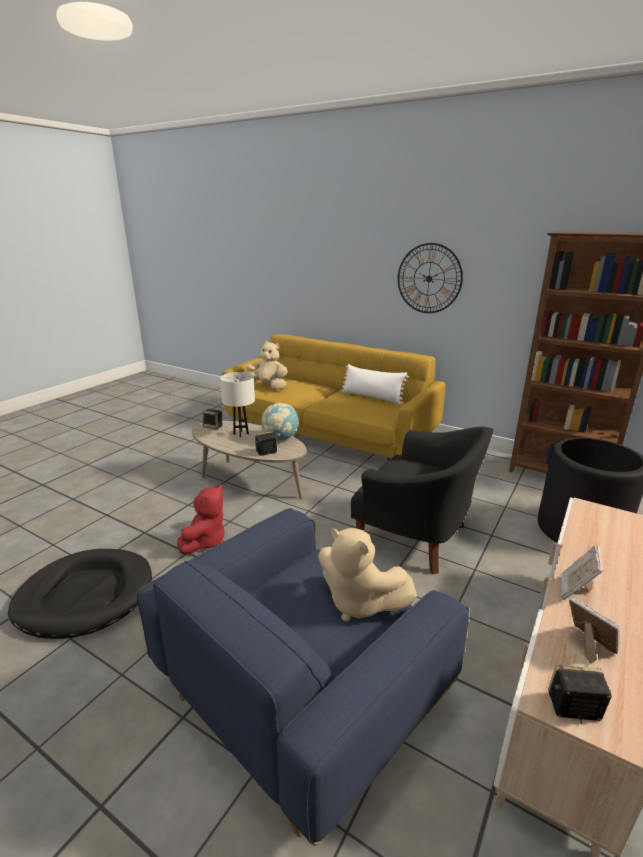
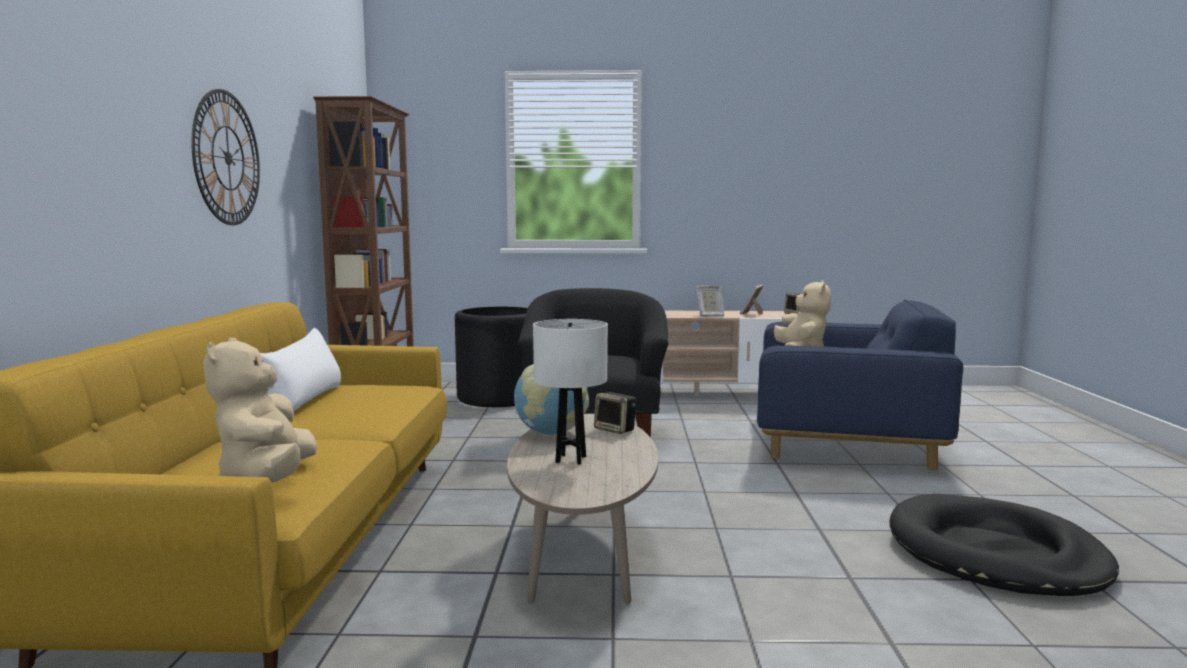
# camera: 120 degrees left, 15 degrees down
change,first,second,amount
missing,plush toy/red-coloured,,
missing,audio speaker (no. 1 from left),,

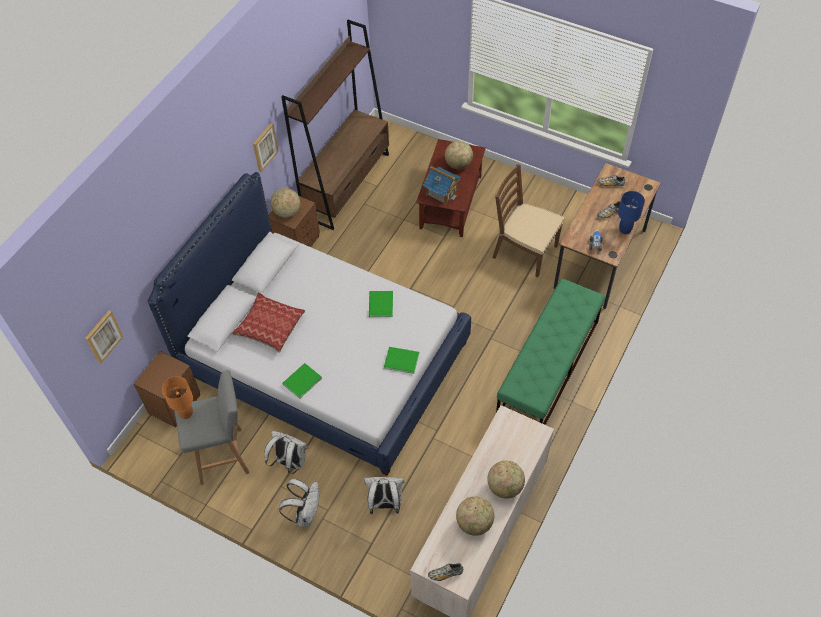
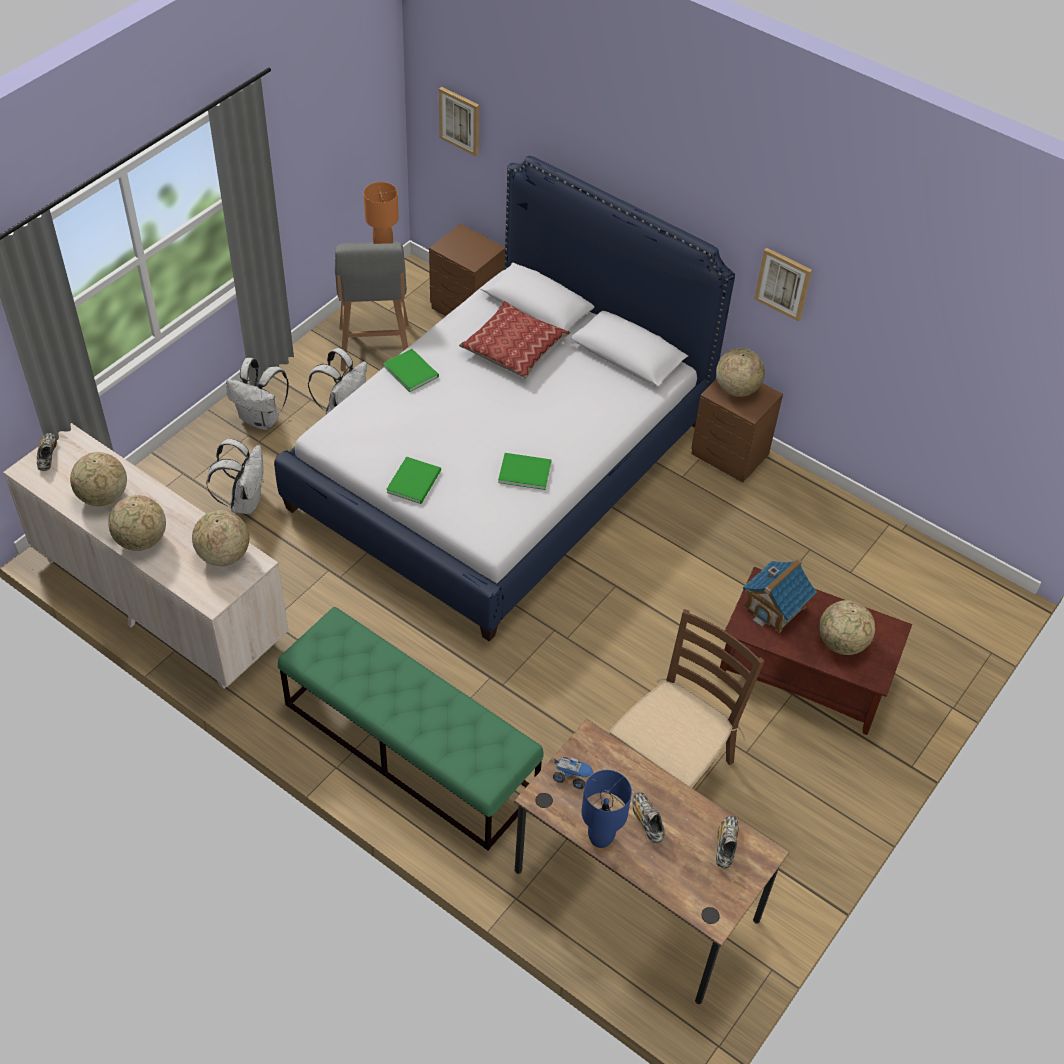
# camera: 95 degrees right, 5 degrees down
change,first,second,amount
missing,shelving unit/brownish,,
appeared,,desk globe (no. 3 from left),

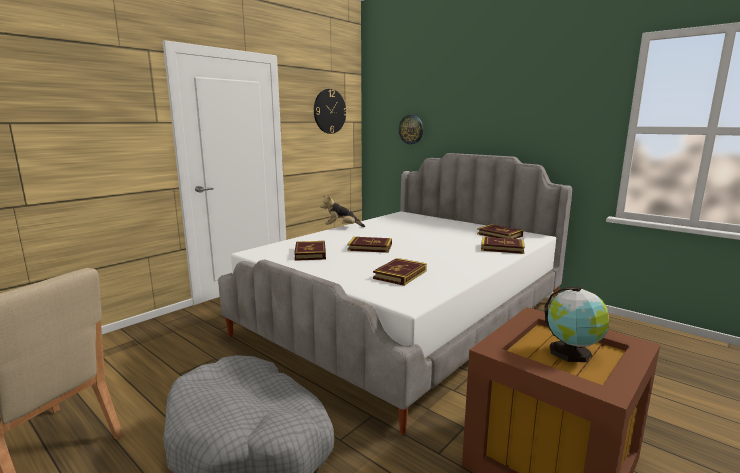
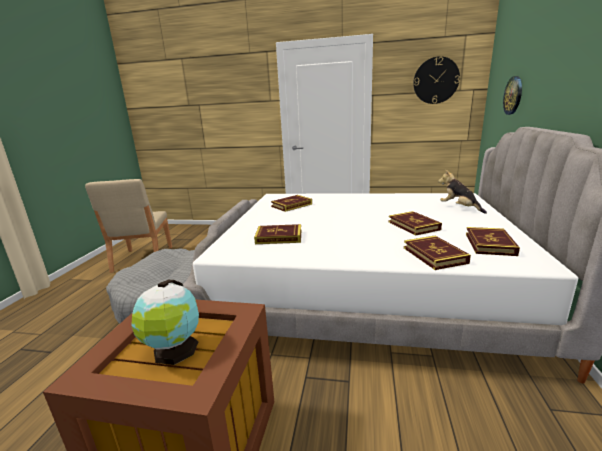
# camera: 60 degrees right, 5 degrees up
change,first,second,amount
relocated,plush toy,,
relocated,bound book (no. 2 from left in the first image),bound book (no. 3 from left),

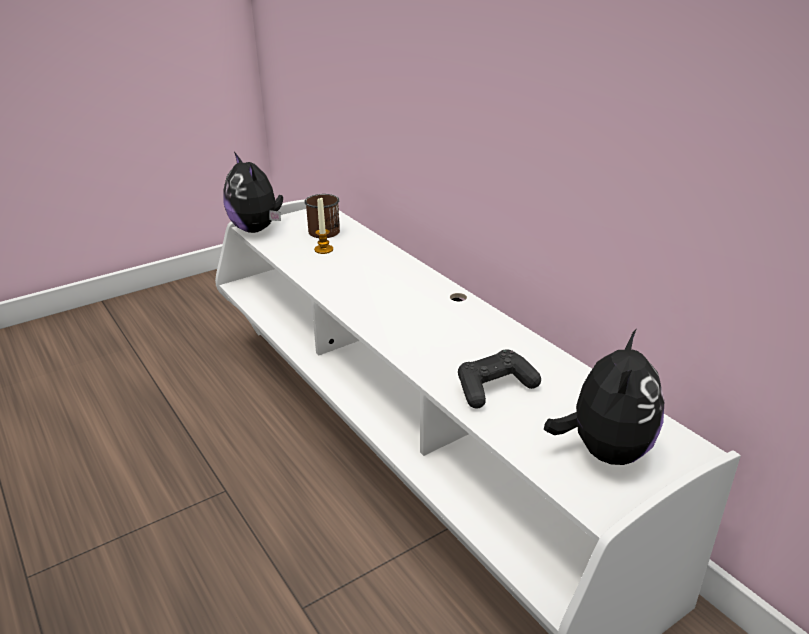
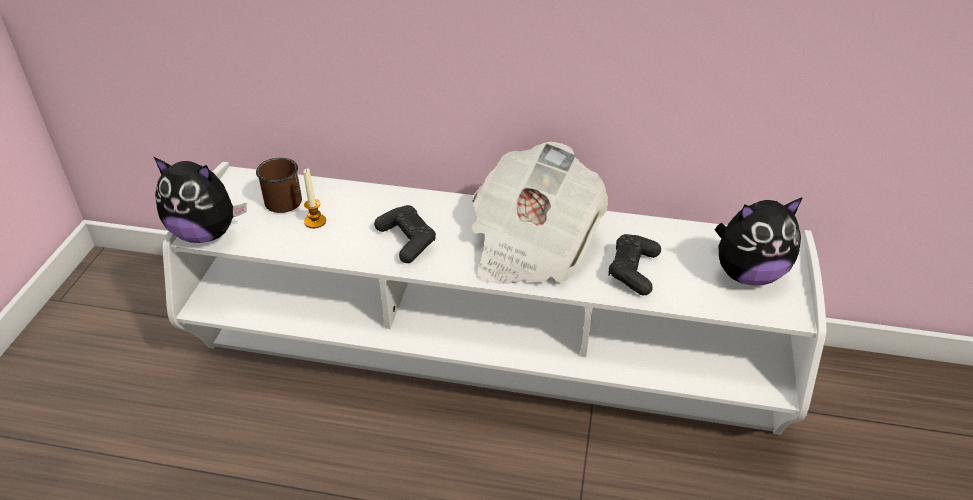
# camera: 45 degrees left, 10 degrees up
change,first,second,amount
appeared,,game controller/black-coloured (no. 1 from left),
appeared,,newspaper,
spun,plush toy (no. 2 from left),,105 degrees clockwise

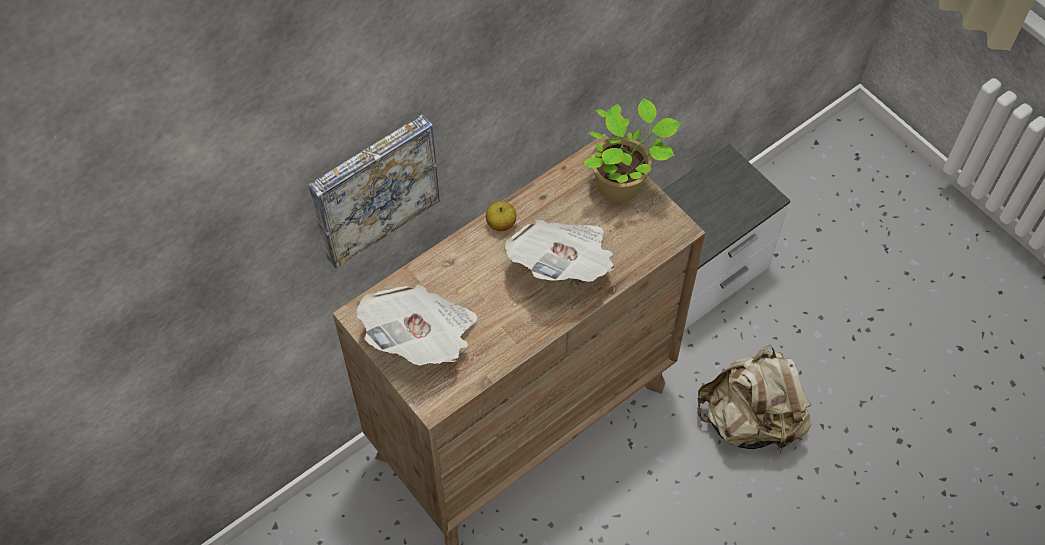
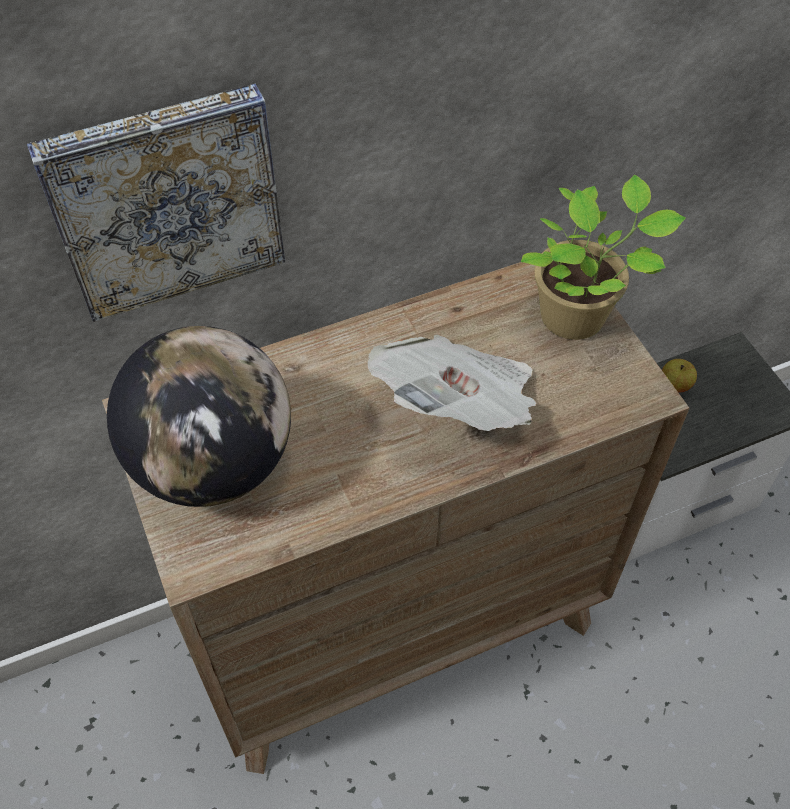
# camera: 15 degrees right, 5 degrees down
change,first,second,amount
missing,knapsack/sand-coloured,,
relocated,whole apple,,
exchanged,newspaper (no. 1 from left),desk globe,

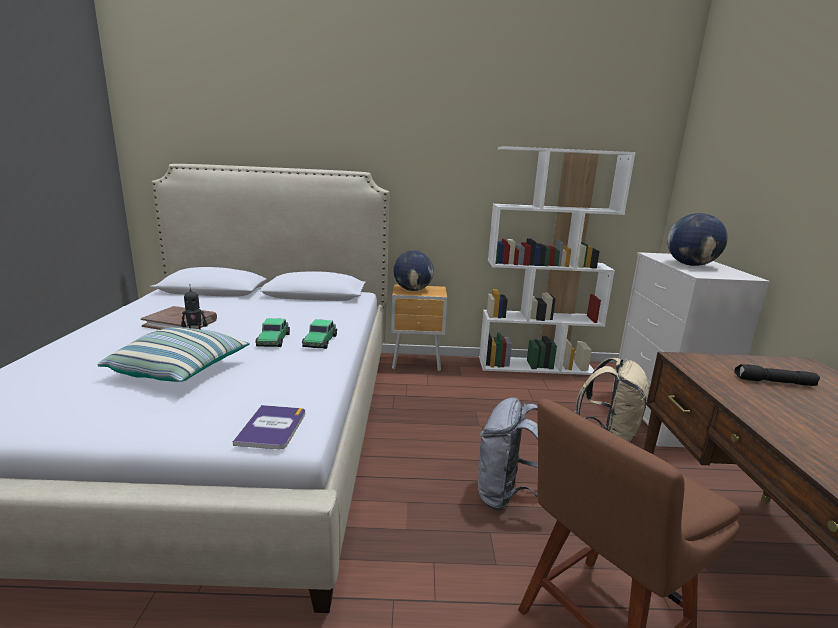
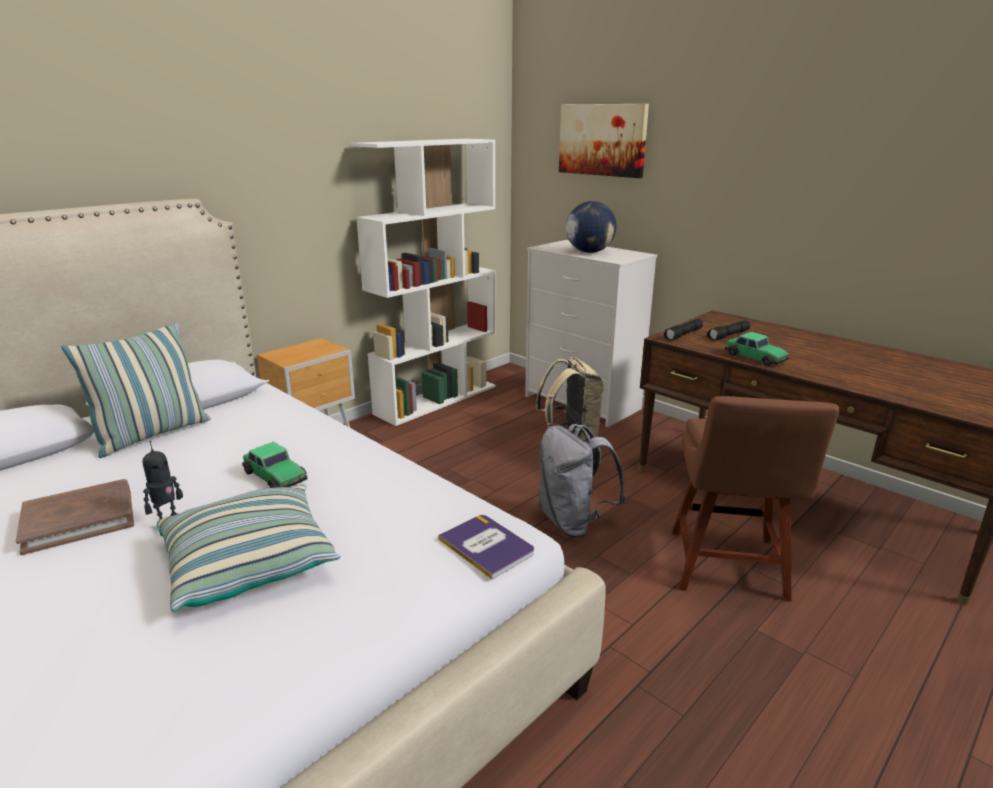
# camera: 45 degrees left, 5 degrees up
change,first,second,amount
missing,desk globe (no. 1 from left),,
appeared,,pillow (no. 1 from left),
appeared,,picture,
appeared,,hand torch/black-coloured (no. 1 from left),
relocated,model car (no. 2 from left),,

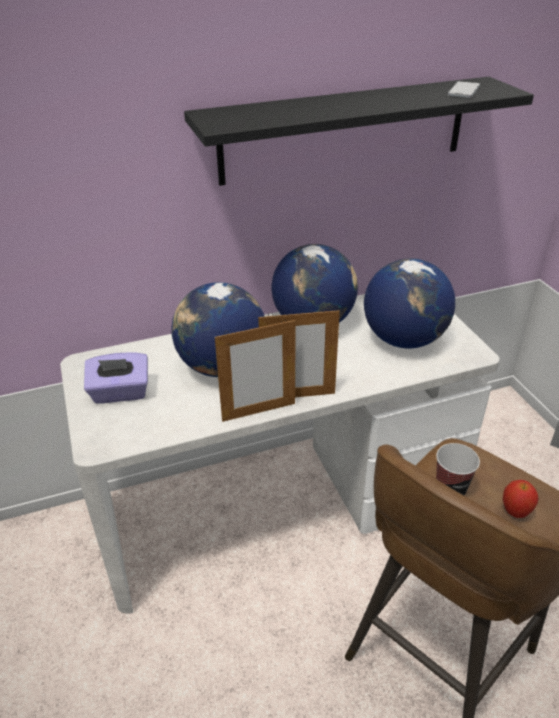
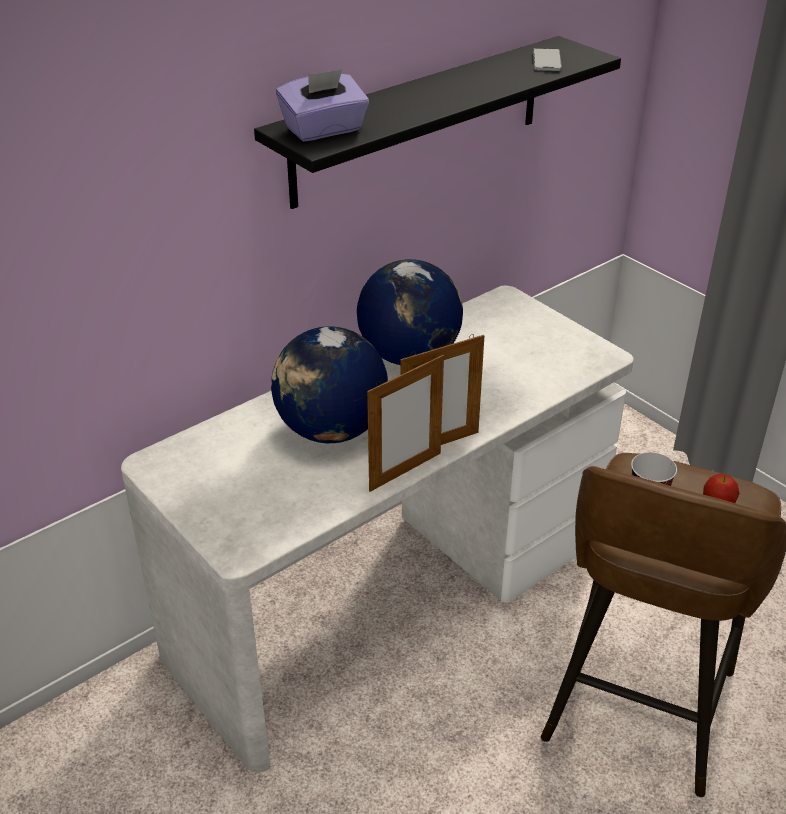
# camera: 20 degrees left, 0 degrees up
change,first,second,amount
missing,desk globe (no. 3 from left),,
relocated,tissue box/purplish,,

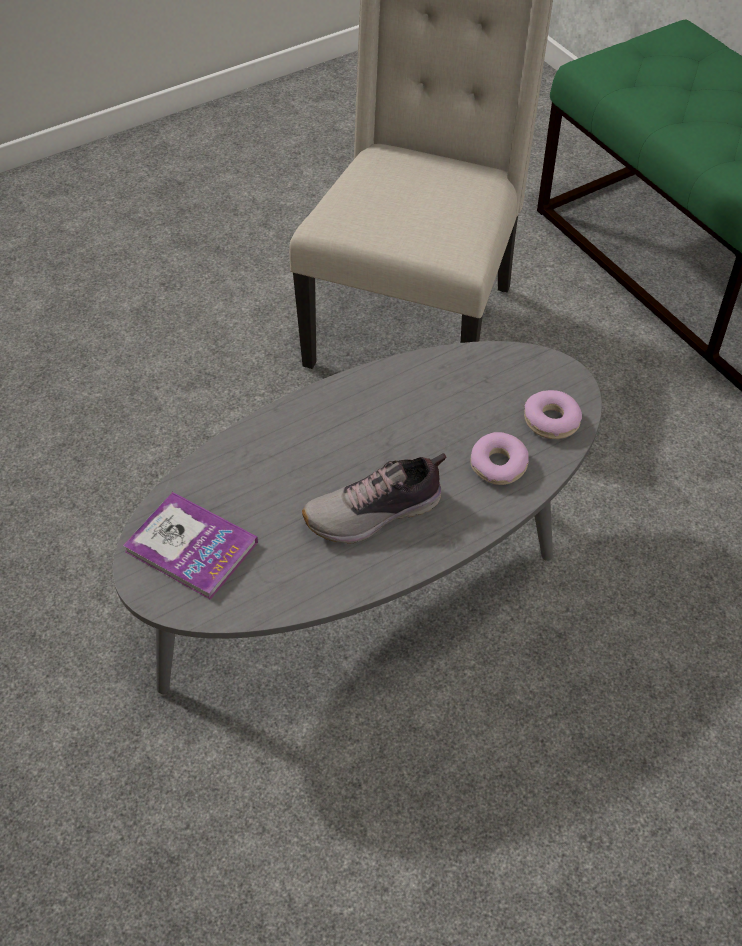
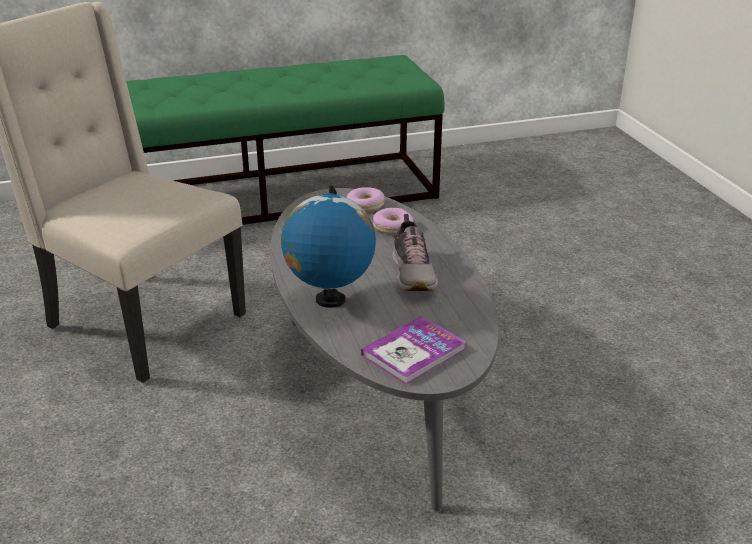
# camera: 75 degrees left, 20 degrees down
change,first,second,amount
appeared,,desk globe,

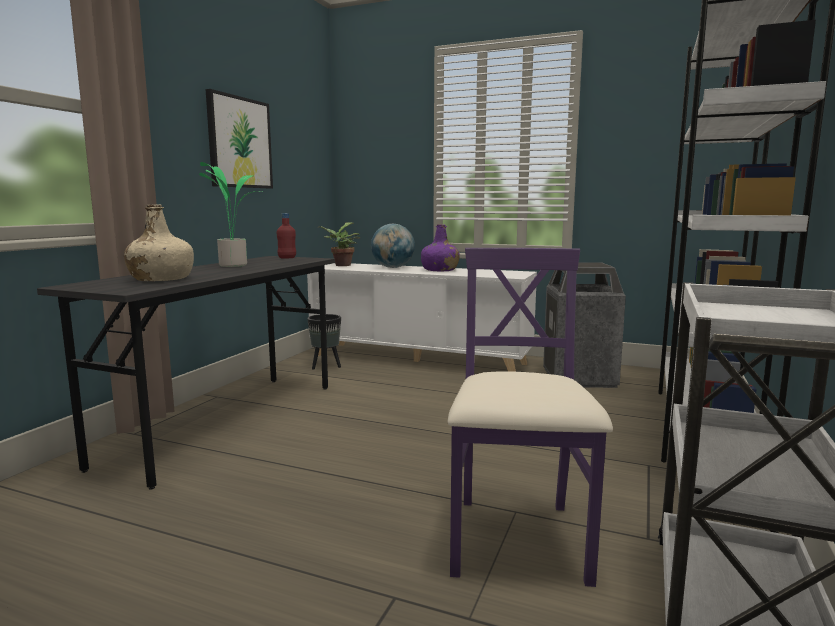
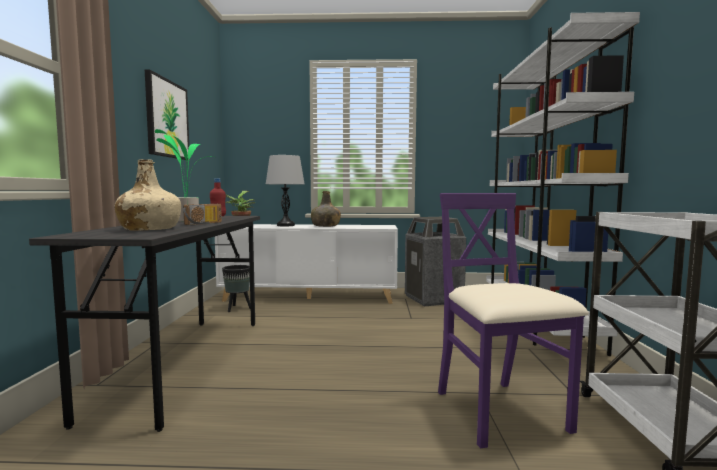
# camera: 20 degrees left, 5 degrees down
change,first,second,amount
appeared,,radio receiver,
exchanged,desk globe,tabletop lamp/gray,
colour,beverage bottle/purplish,beverage bottle/greenish,

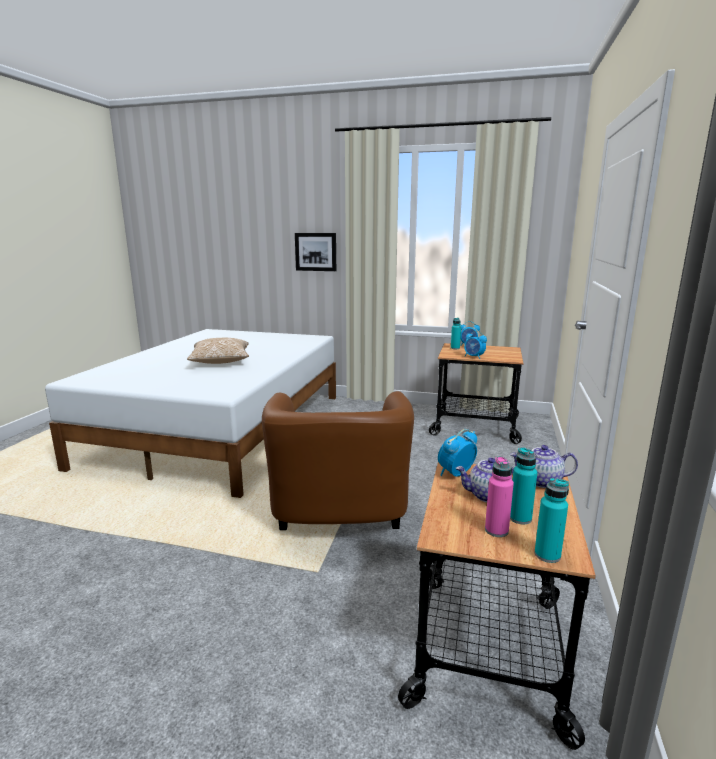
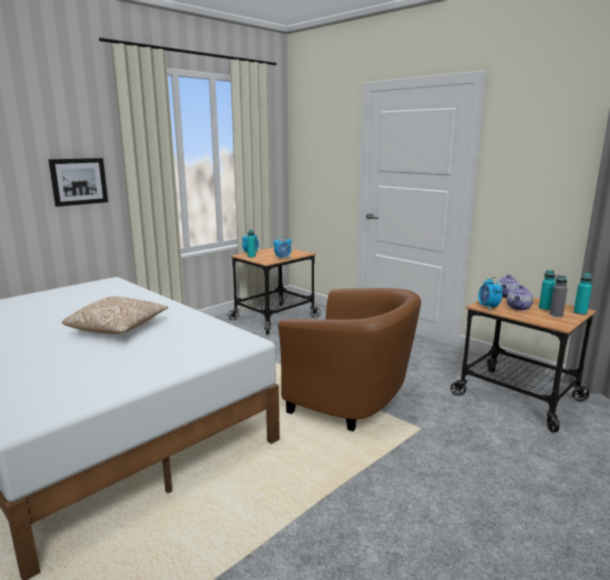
# camera: 60 degrees left, 0 degrees up
change,first,second,amount
colour,beverage bottle/pink,beverage bottle/gray,

